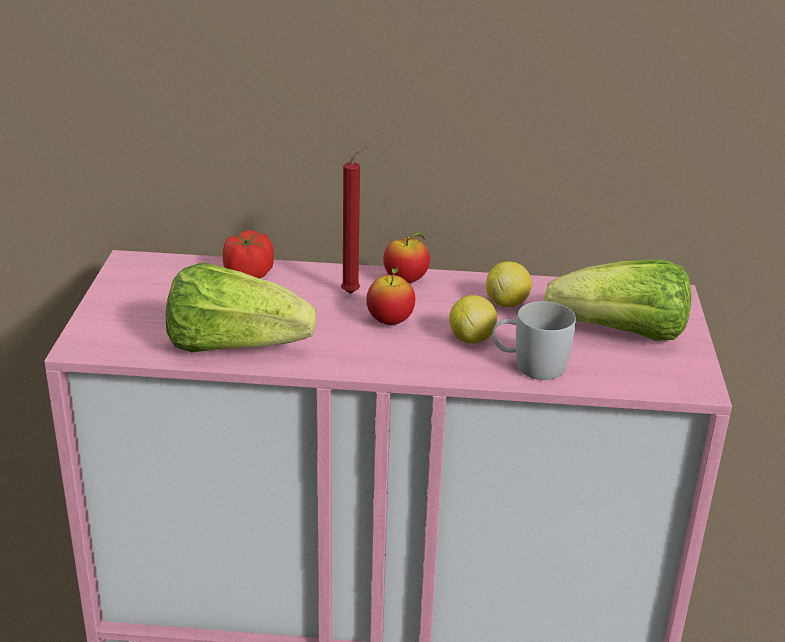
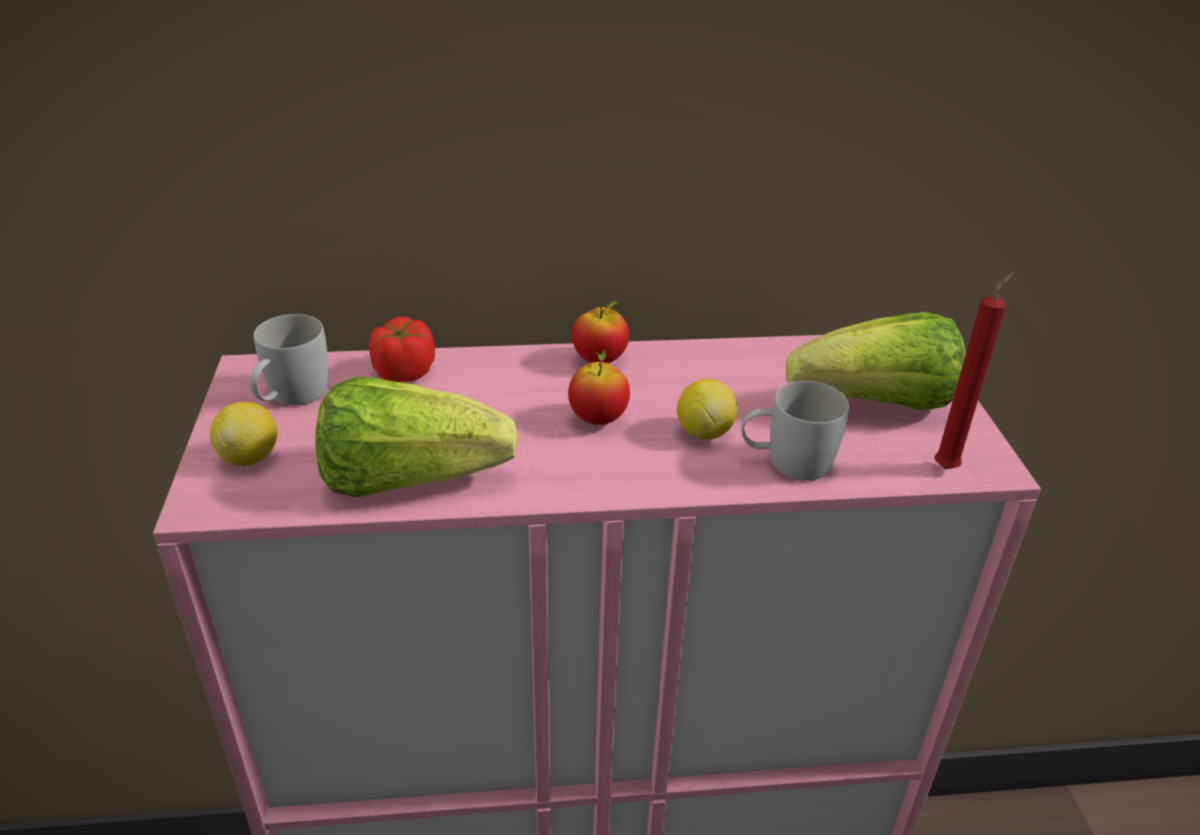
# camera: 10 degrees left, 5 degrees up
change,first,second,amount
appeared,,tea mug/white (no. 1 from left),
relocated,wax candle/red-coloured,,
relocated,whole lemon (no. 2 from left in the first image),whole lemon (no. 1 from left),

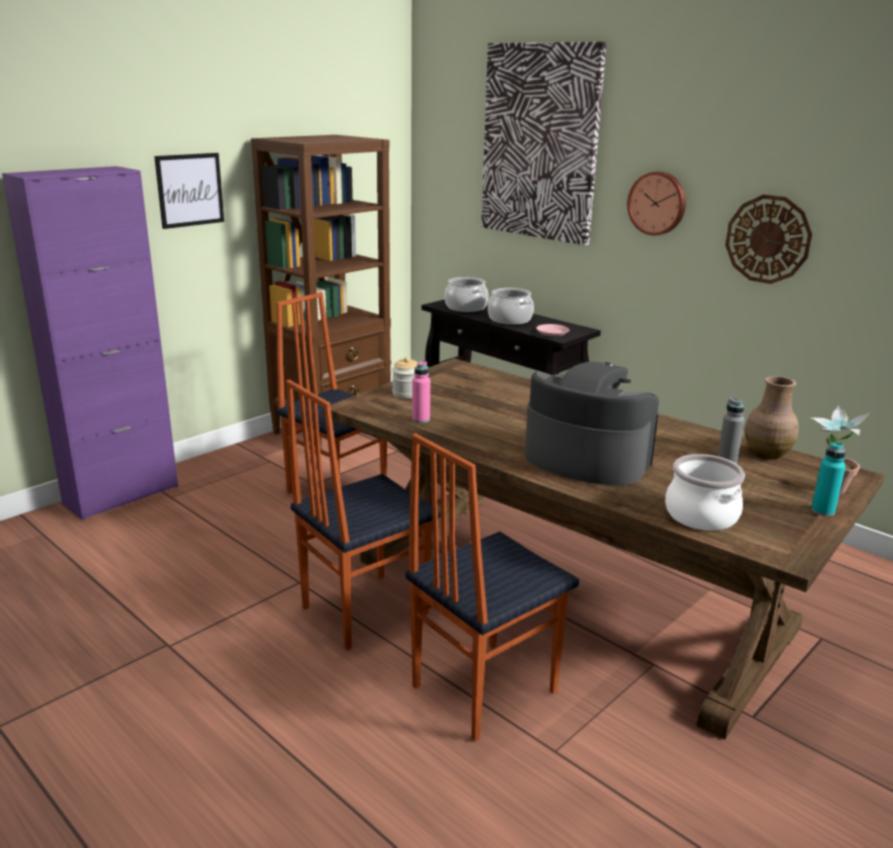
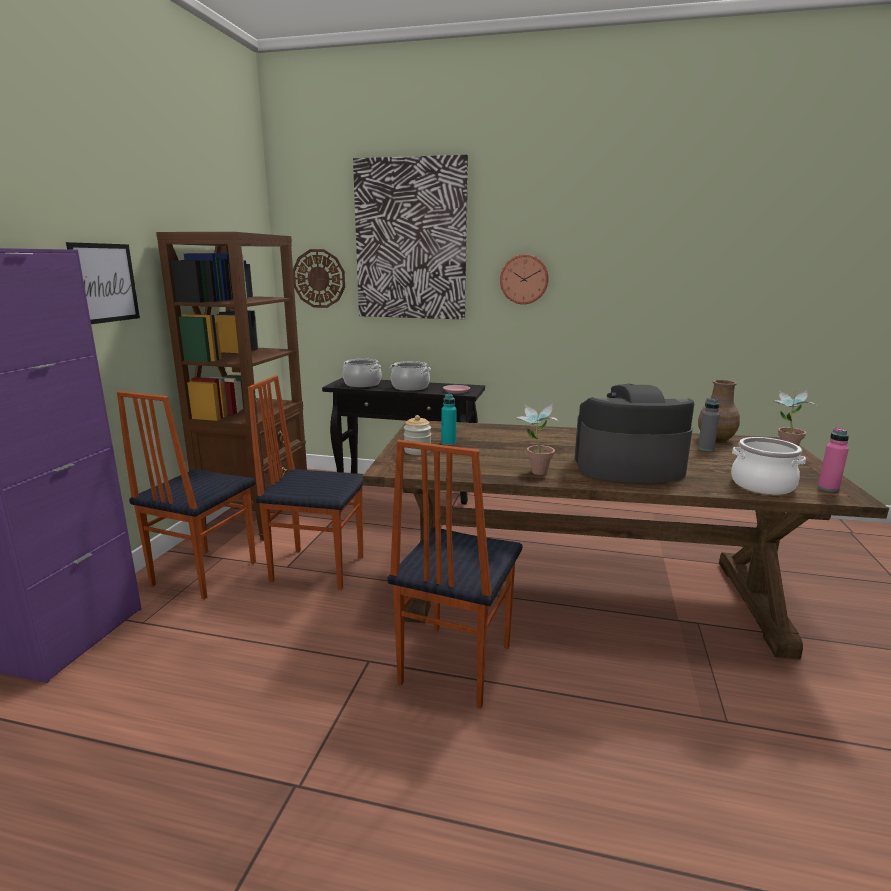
# camera: 30 degrees left, 5 degrees down
change,first,second,amount
appeared,,potted plant (no. 1 from left),
relocated,plain chair (no. 3 from left in the first image),plain chair (no. 1 from left),
relocated,beverage bottle/pink,,
relocated,wall clock (no. 2 from left in the first image),wall clock (no. 1 from left),
relocated,beverage bottle/turquoise-coloured,,

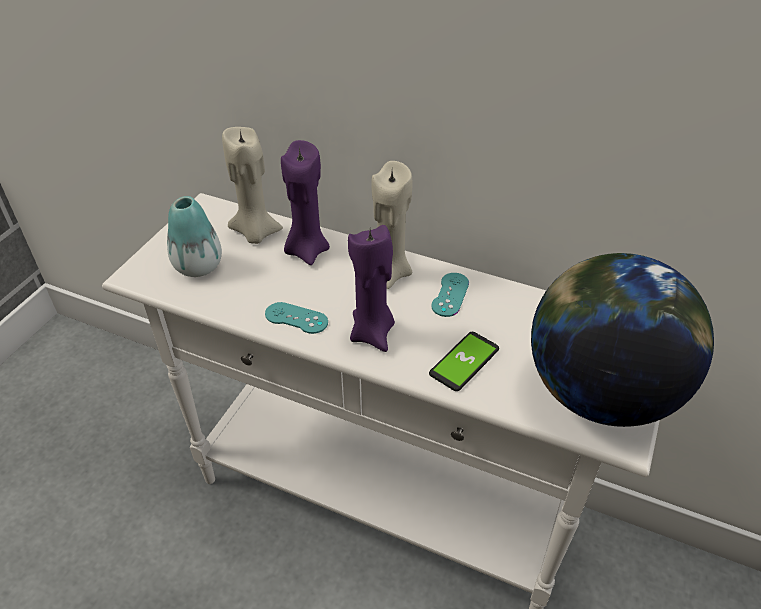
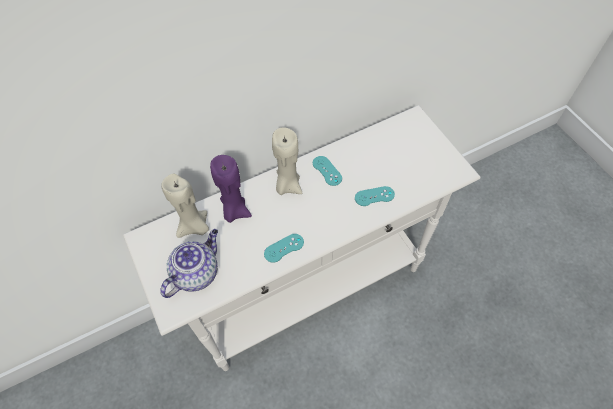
# camera: 50 degrees left, 15 degrees up
change,first,second,amount
missing,wax candle/purplish (no. 2 from left),,
missing,desk globe,,
exchanged,vase,tea pot,
exchanged,handset,game controller/turquoise-coloured (no. 3 from left),

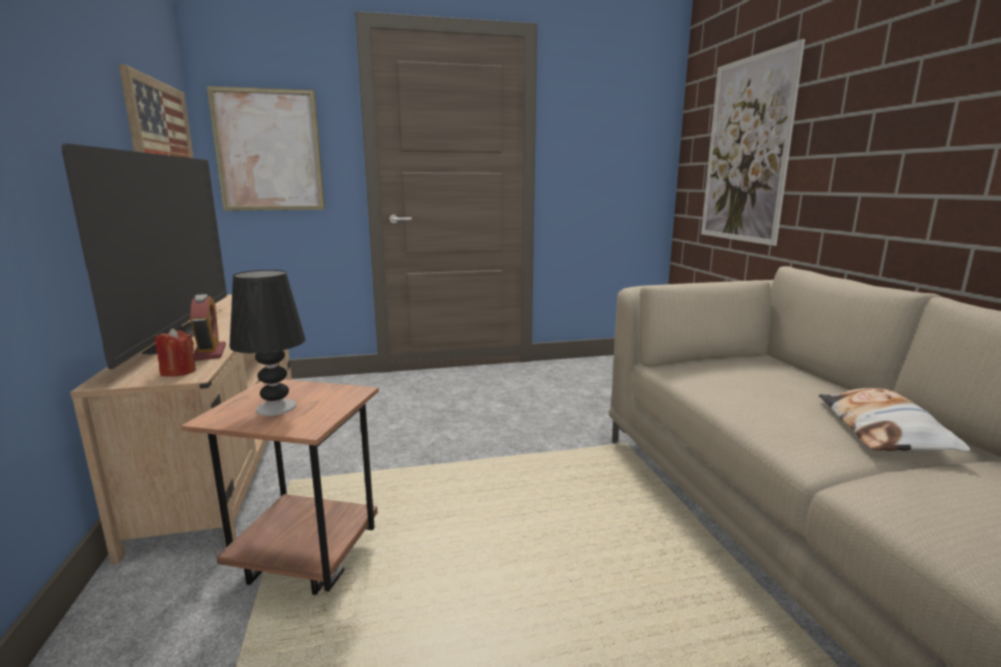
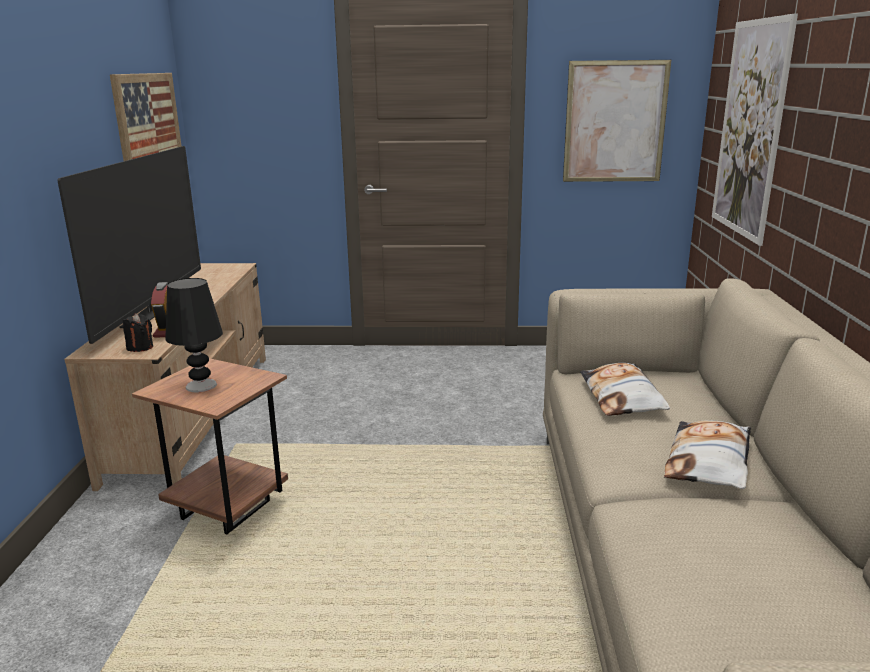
# camera: 15 degrees right, 5 degrees up
change,first,second,amount
appeared,,pillow (no. 1 from left),
relocated,picture (no. 2 from left),,
colour,wax candle/red-coloured,wax candle/black-coloured,

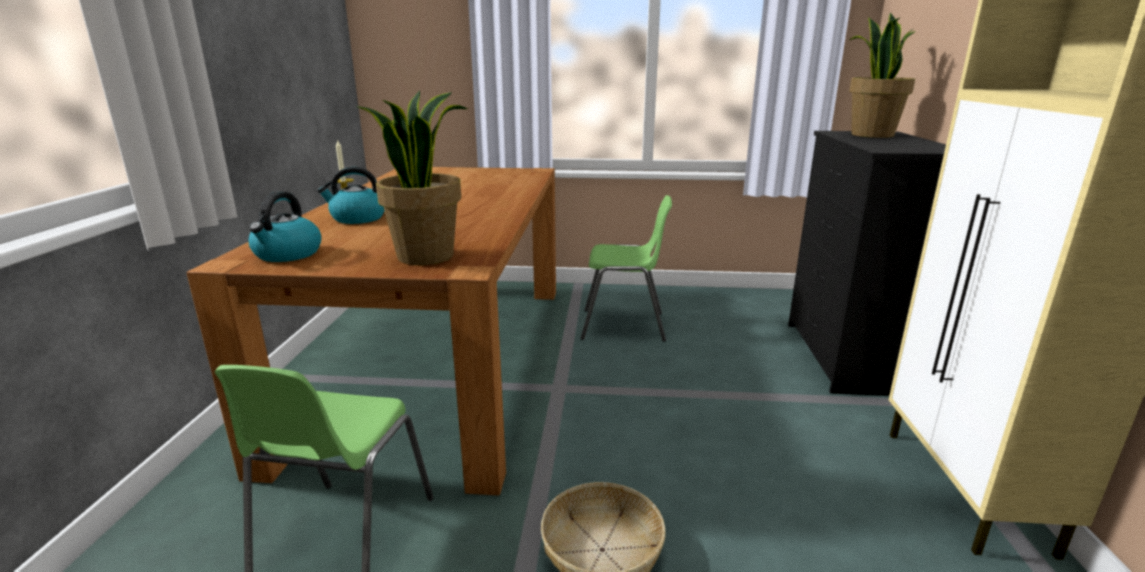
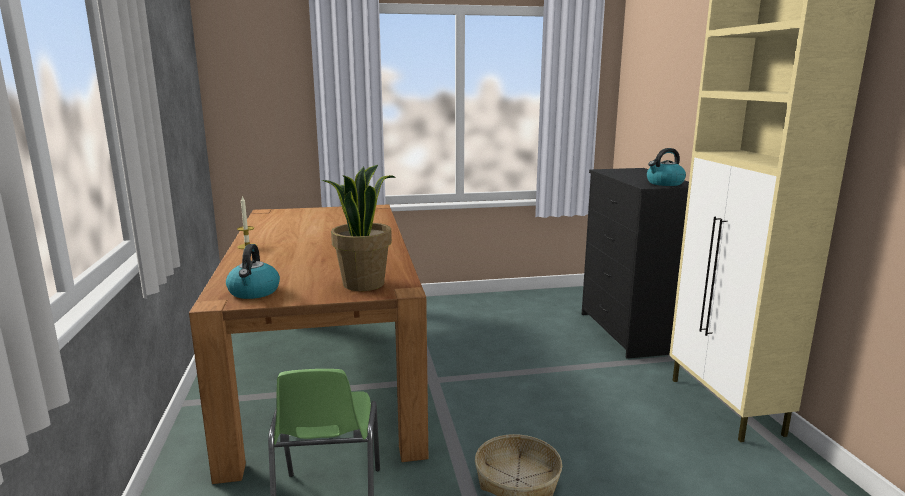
# camera: 15 degrees left, 5 degrees down
change,first,second,amount
missing,plain chair/greenish (no. 2 from left),,
missing,potted plant (no. 2 from left),,
relocated,kettle (no. 2 from left),,

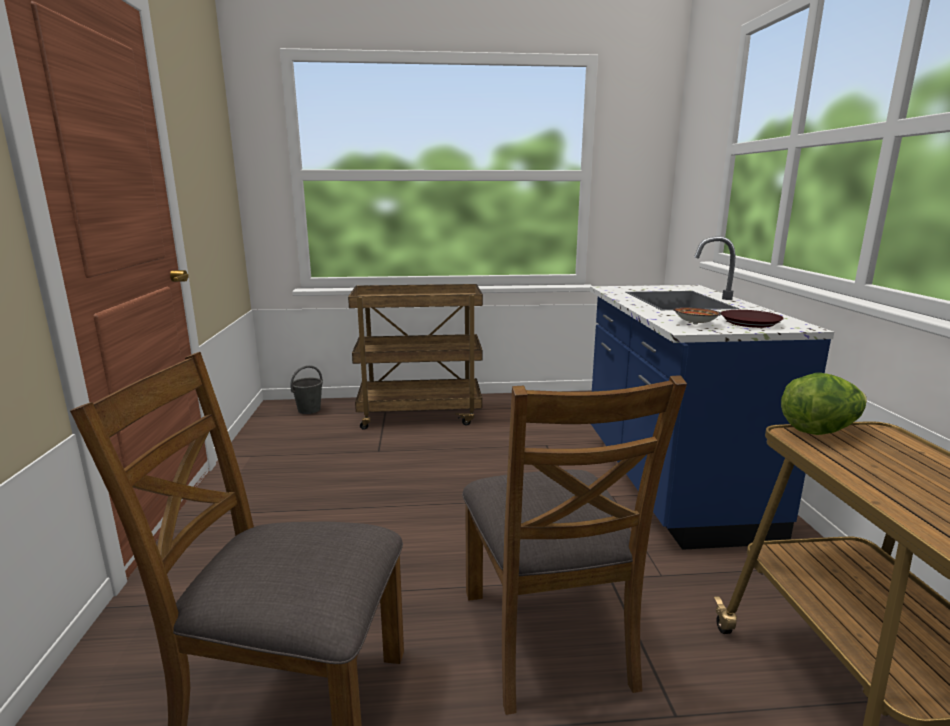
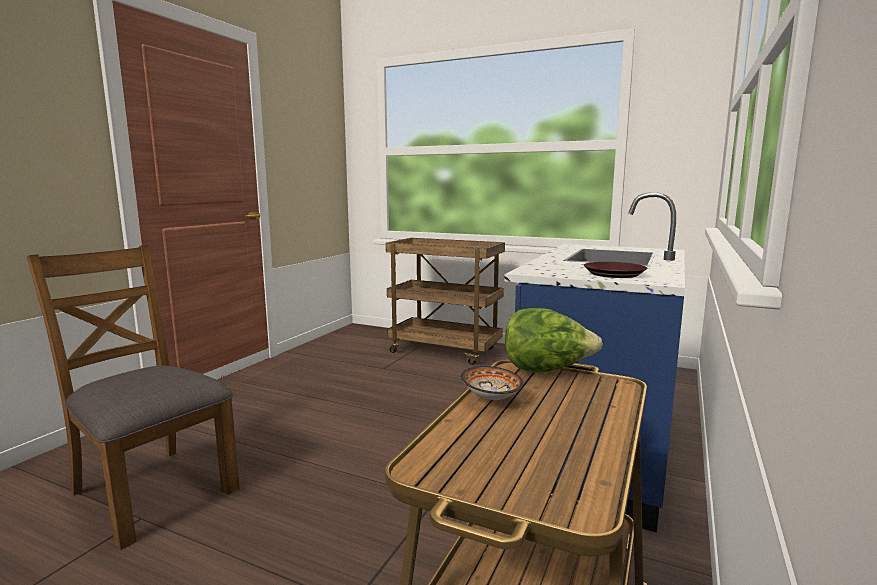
# camera: 30 degrees right, 5 degrees down
change,first,second,amount
missing,pail/gray,,
missing,plain chair/brownish (no. 2 from left),,
relocated,serving bowl,,

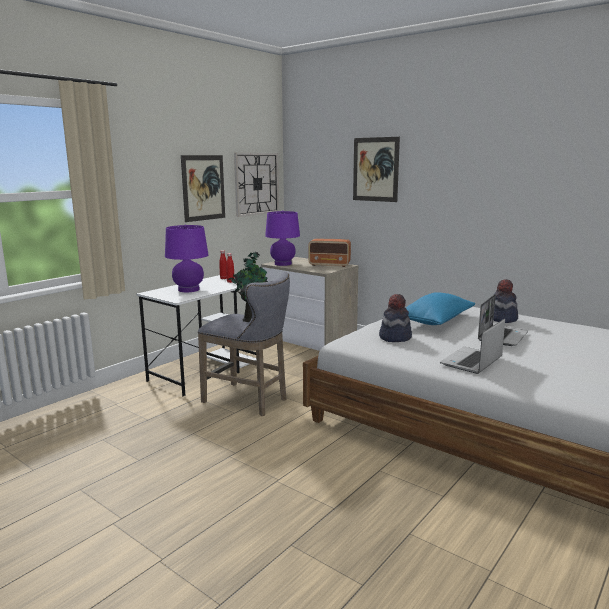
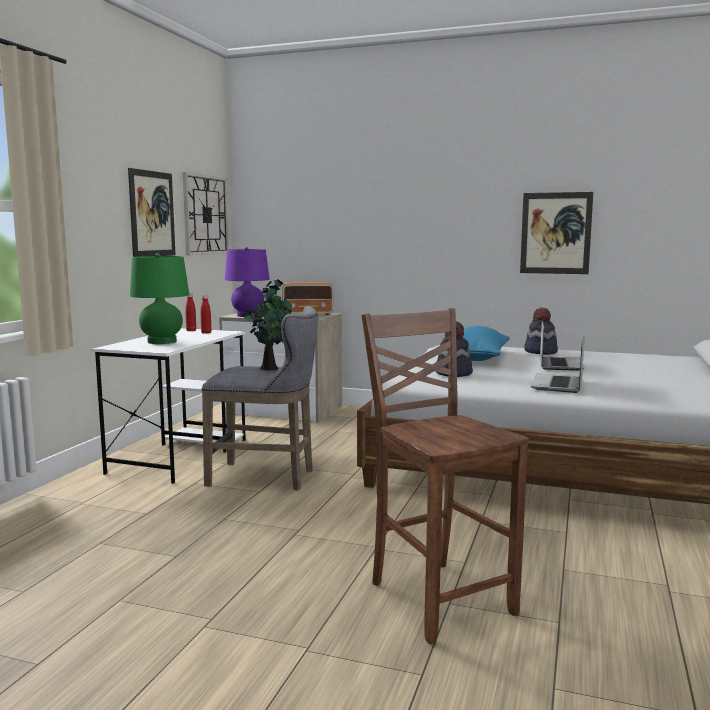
# camera: 20 degrees left, 5 degrees down
change,first,second,amount
appeared,,plain chair/brownish,
relocated,picture (no. 2 from left),,
colour,tabletop lamp/purplish (no. 1 from left),tabletop lamp/greenish,

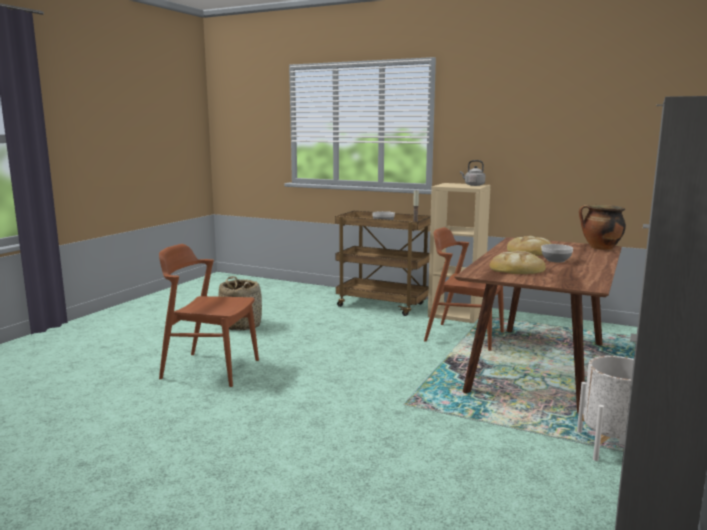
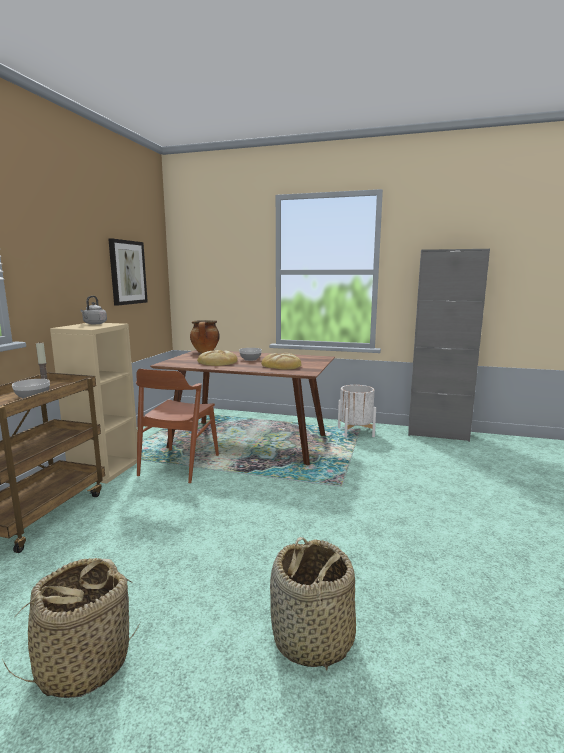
# camera: 100 degrees left, 0 degrees up
change,first,second,amount
appeared,,picture,
exchanged,plain chair/brownish (no. 1 from left),household basket (no. 2 from left),

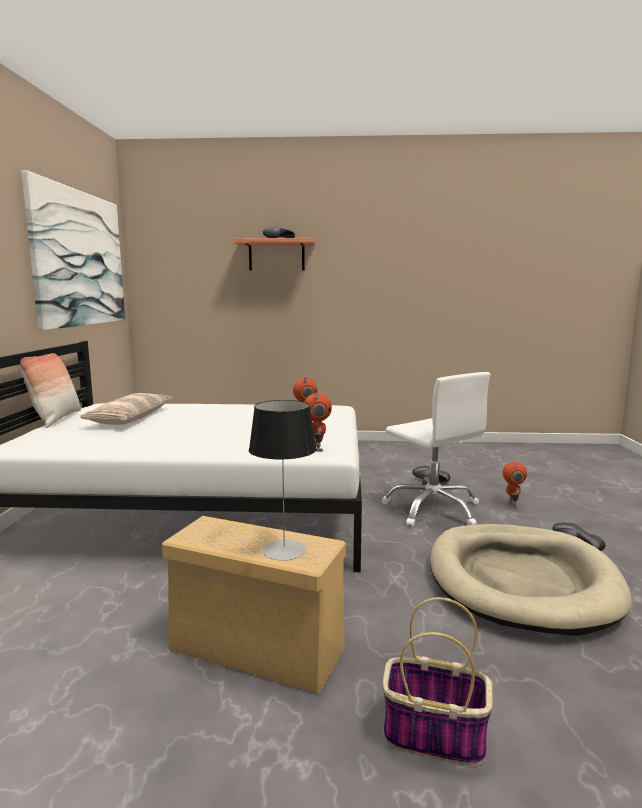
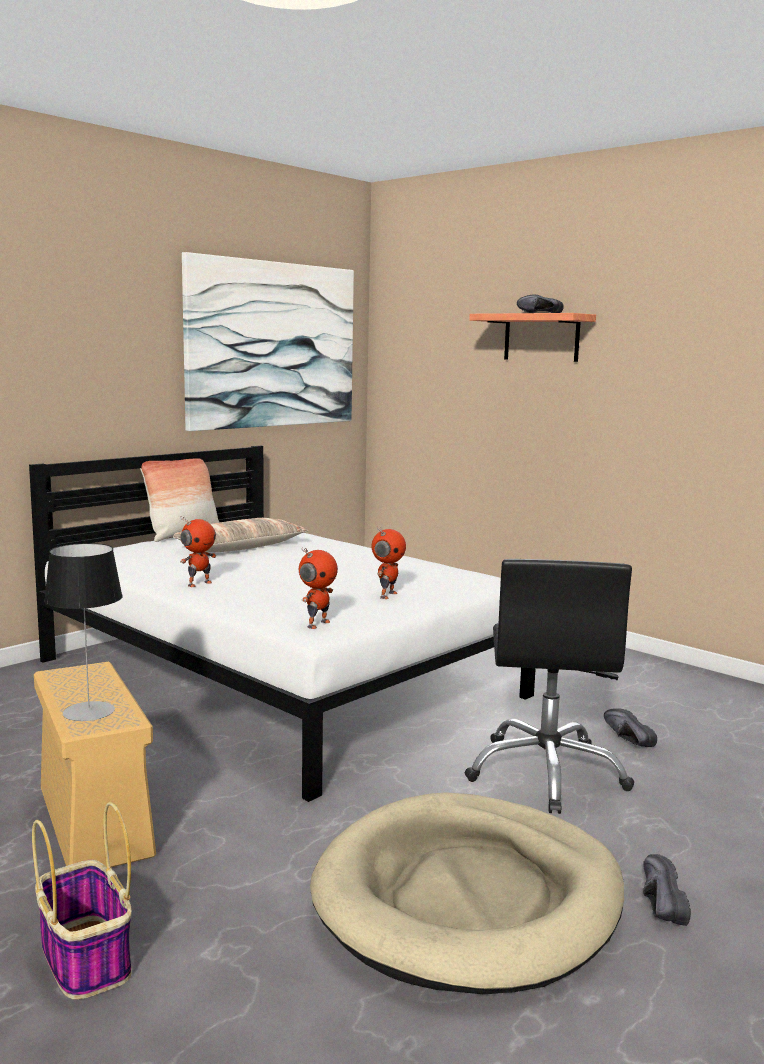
# camera: 40 degrees right, 0 degrees up
change,first,second,amount
relocated,robot figure (no. 3 from left in the first image),robot figure (no. 1 from left),
colour,desk chair/white,desk chair/black-coloured,

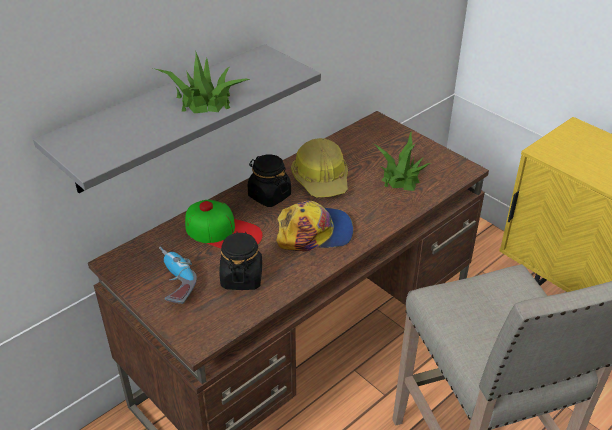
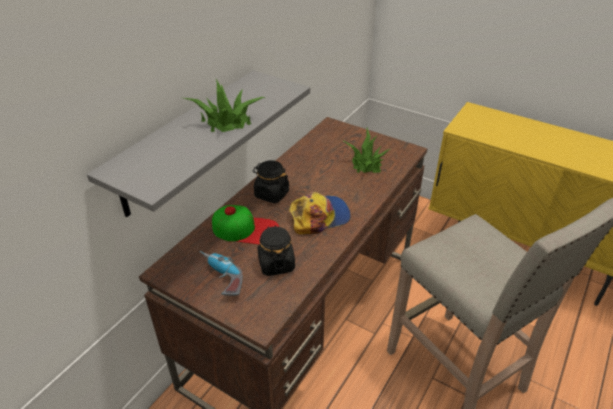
# camera: 15 degrees left, 0 degrees up
change,first,second,amount
missing,hard hat,,

